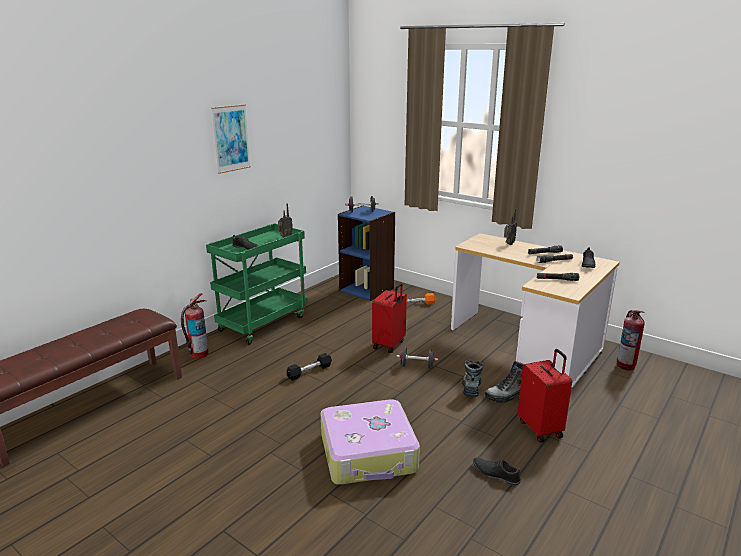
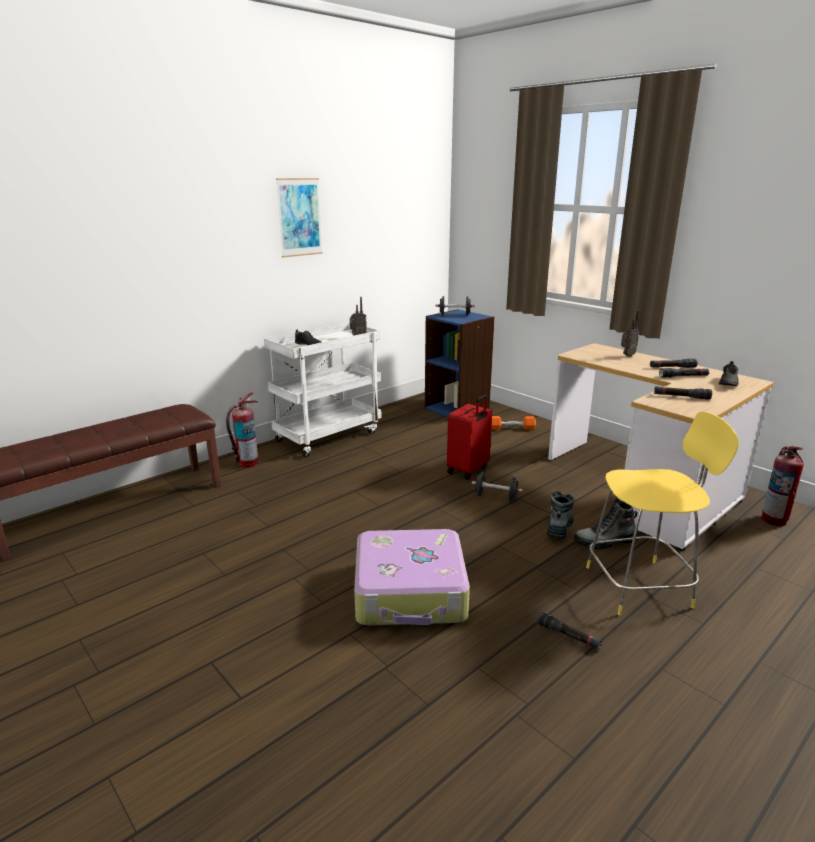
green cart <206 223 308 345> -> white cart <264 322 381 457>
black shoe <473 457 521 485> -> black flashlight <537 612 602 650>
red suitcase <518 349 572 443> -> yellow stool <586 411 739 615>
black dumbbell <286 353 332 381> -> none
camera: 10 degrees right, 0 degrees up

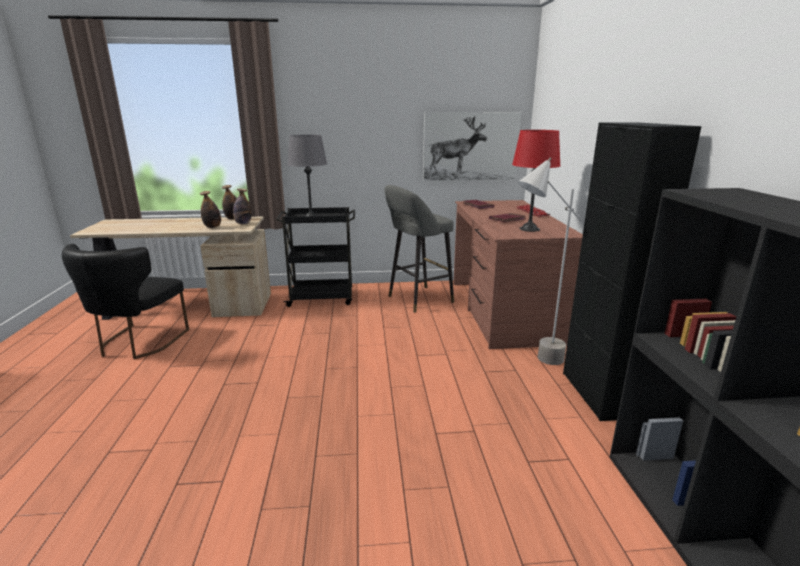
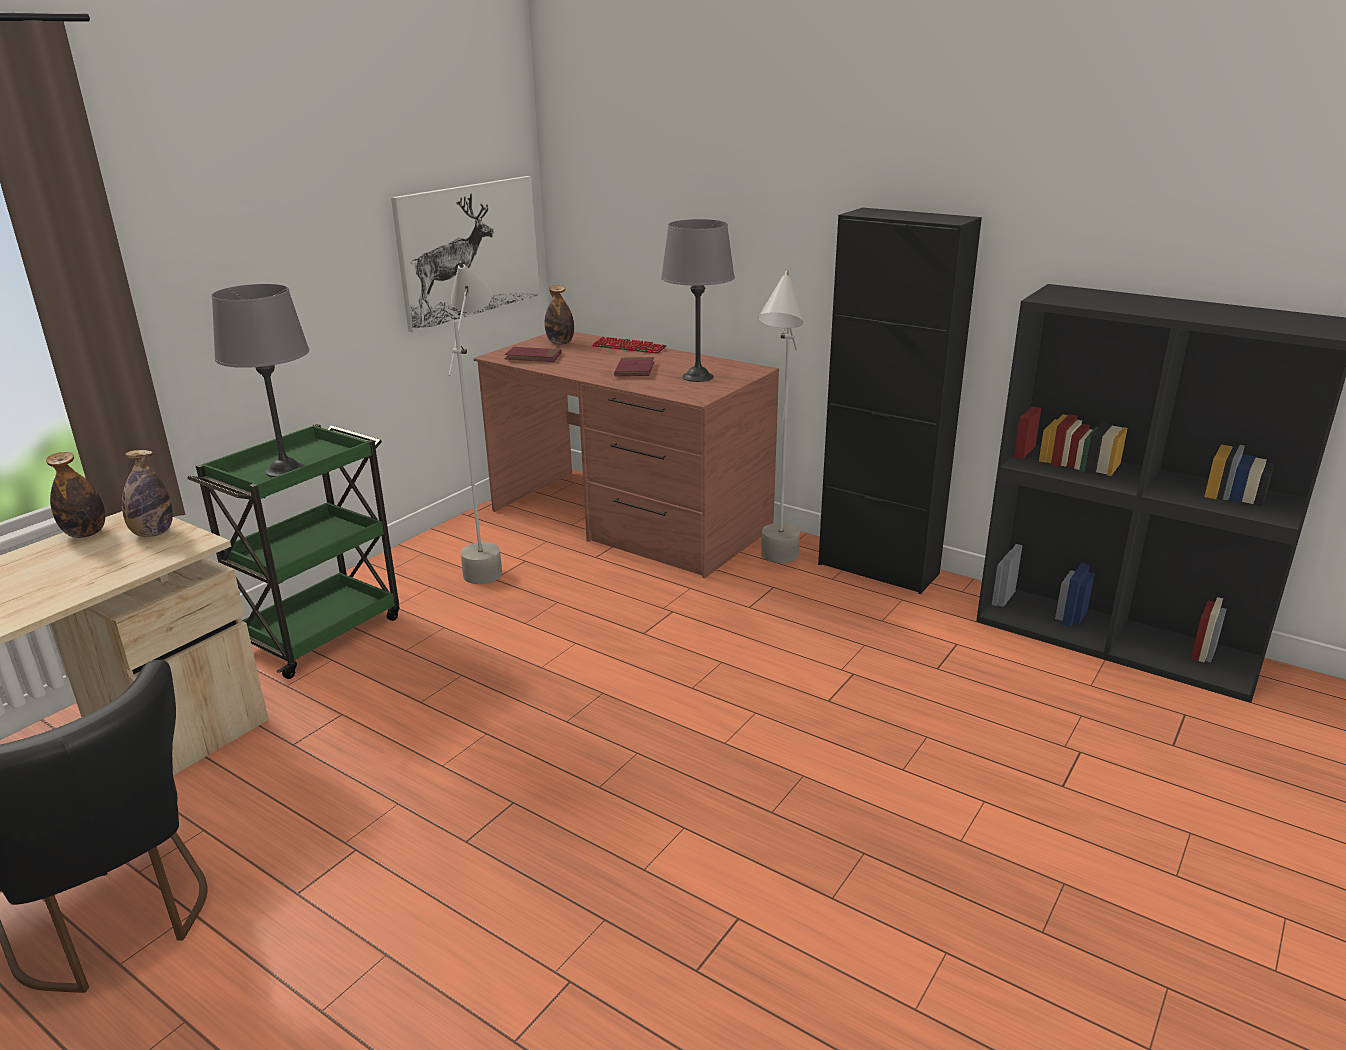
black cart <276 207 355 307> -> green cart <187 424 400 679>
grey stool <385 185 454 313> -> grey floor lamp <449 261 502 584>
bottle <200 191 221 228> -> bottle <545 286 574 345>, move
red table lamp <512 130 561 232> -> grey table lamp <661 219 735 382>
camera: 50 degrees left, 5 degrees up

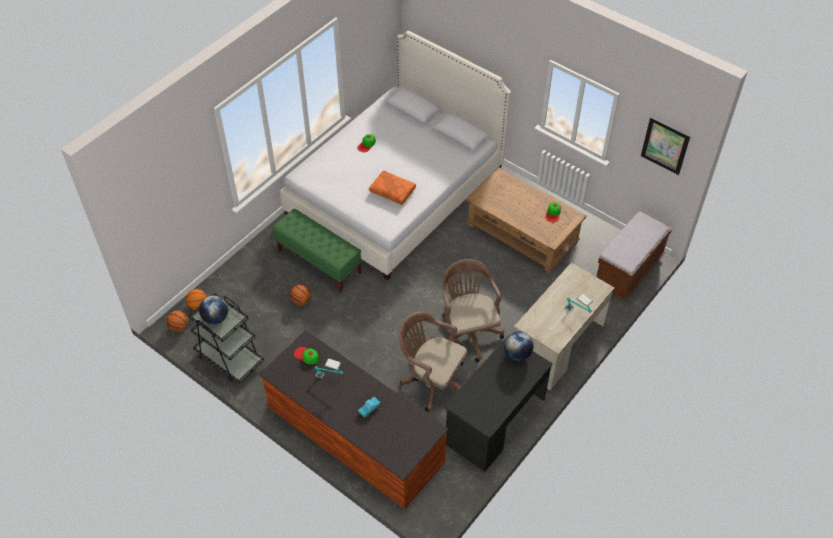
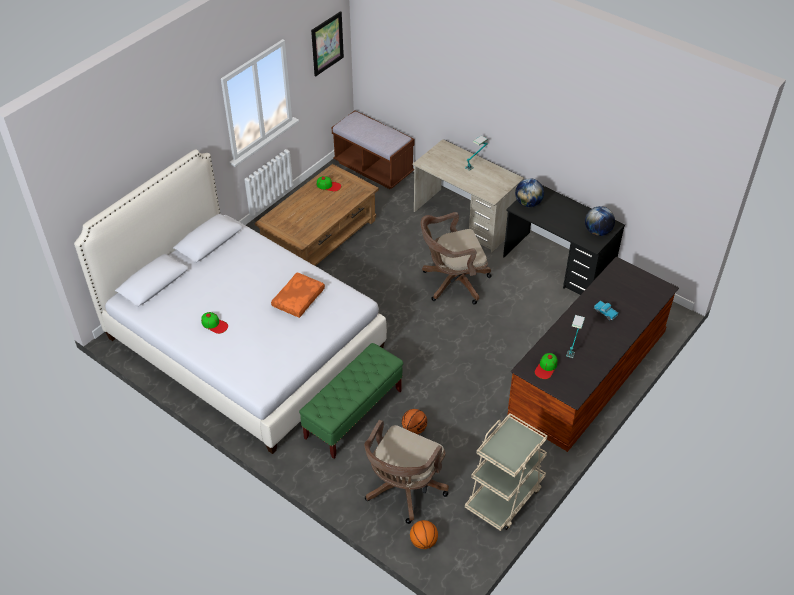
brown office chair <399 312 467 412> -> brown office chair <364 420 449 524>, move
black cart <189 293 264 383> -> beige cart <465 413 547 531>
globe <199 296 228 324> -> globe <585 206 615 236>, move
basketball <166 310 188 332> -> none
camera: 90 degrees left, 5 degrees down

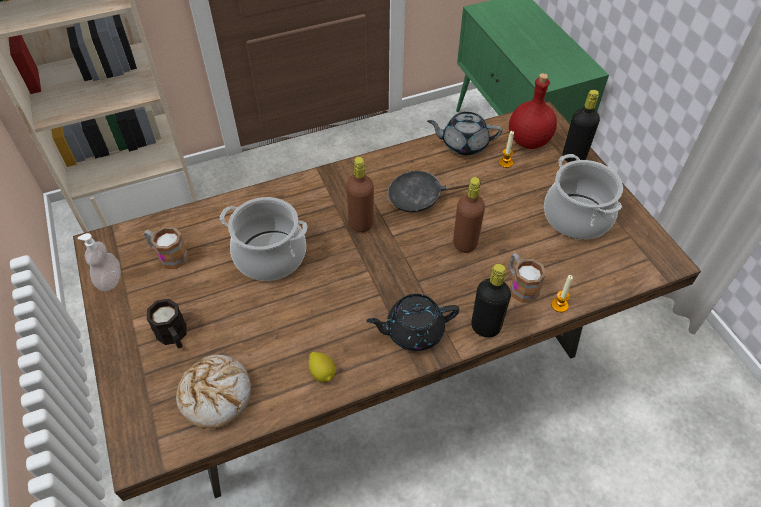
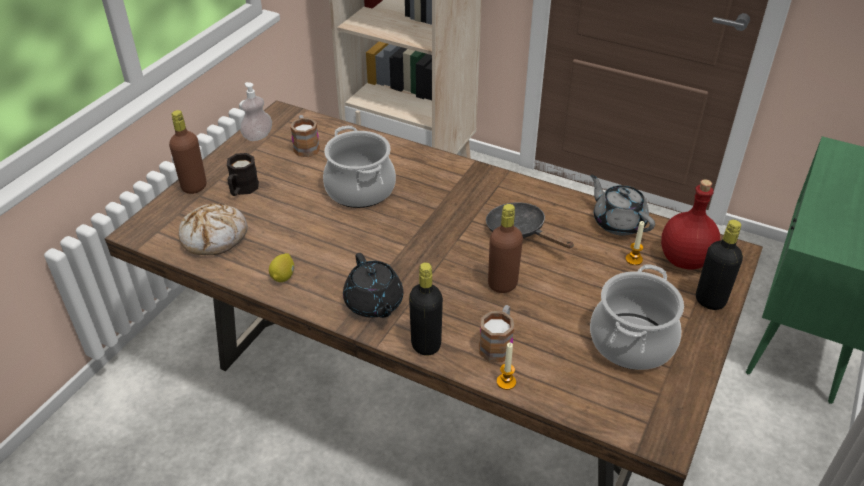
brown bottle <346 157 374 233> -> brown bottle <169 110 206 194>, move
black teapot <366 294 459 351> -> black teapot <343 253 403 318>, 150 degrees counterclockwise
camera: 50 degrees right, 10 degrees down

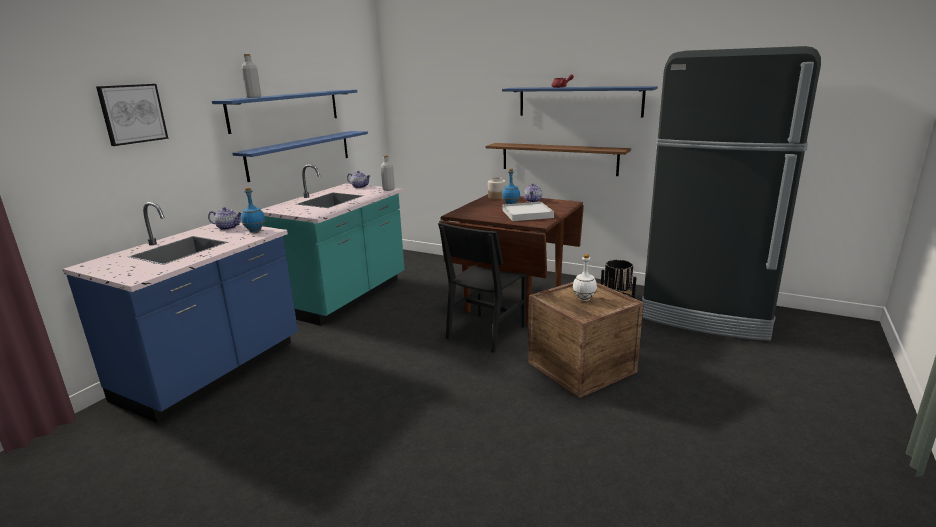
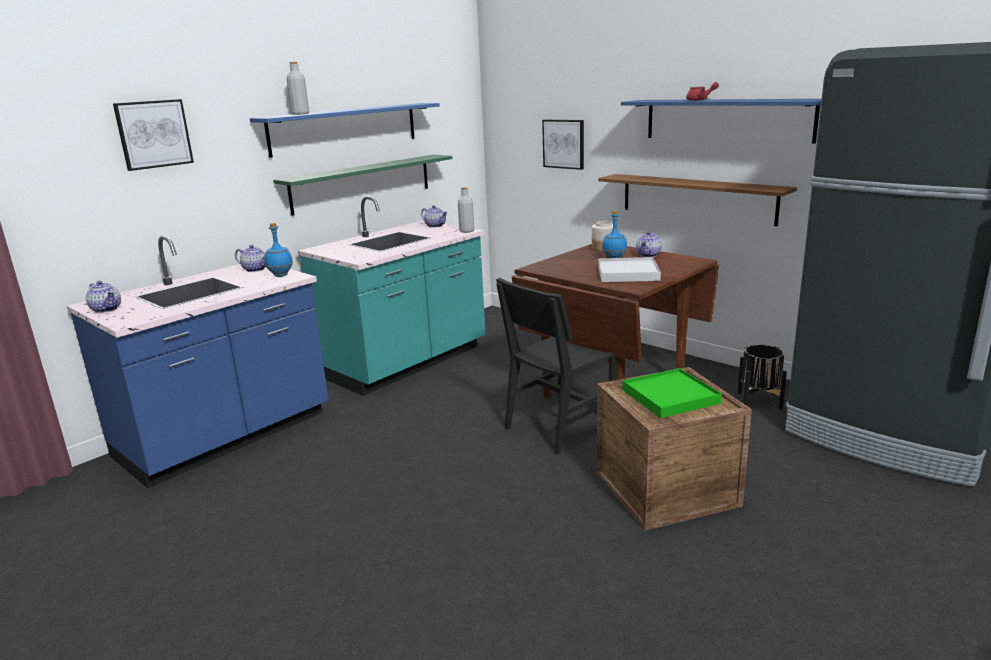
none -> teapot <86 281 121 313>
blue shelf <232 131 368 182> -> green shelf <273 155 453 216>
none -> picture <542 120 584 170>
white bottle <573 254 597 301> -> green tray <622 368 722 418>
camera: 15 degrees right, 0 degrees up

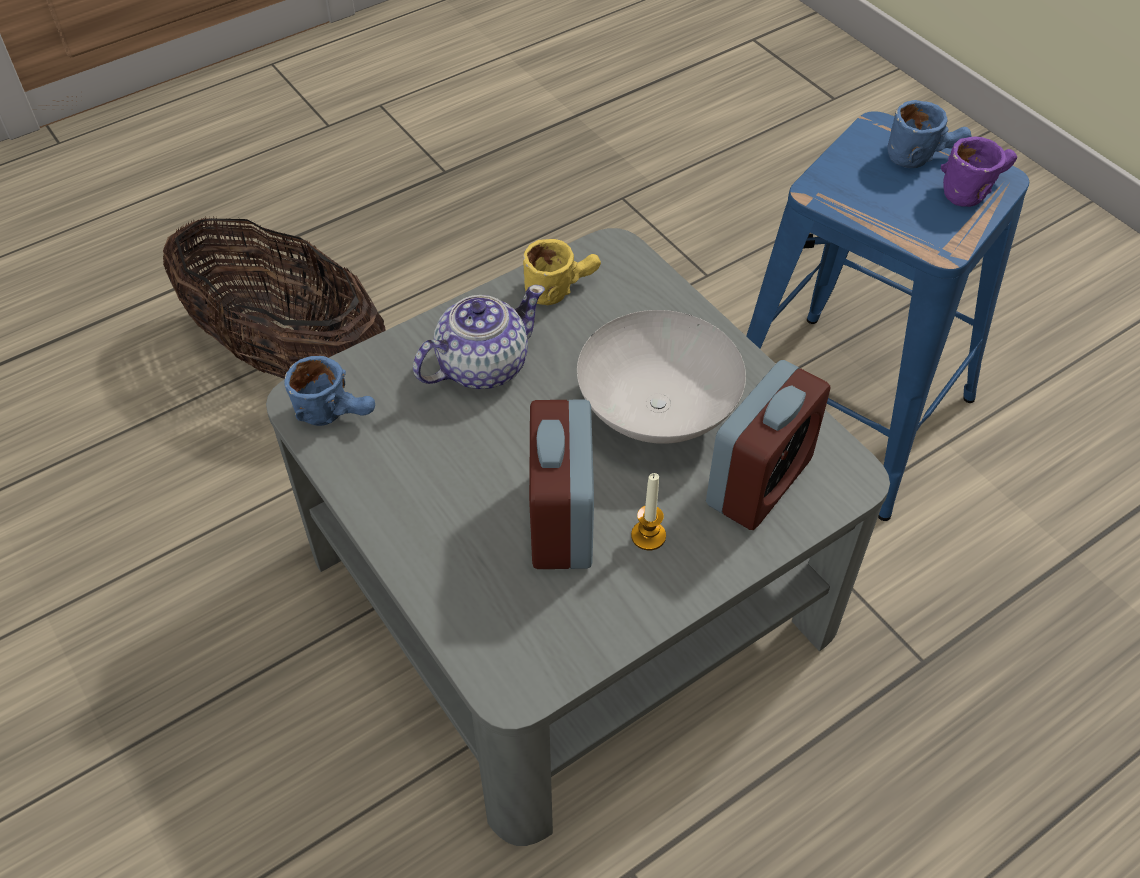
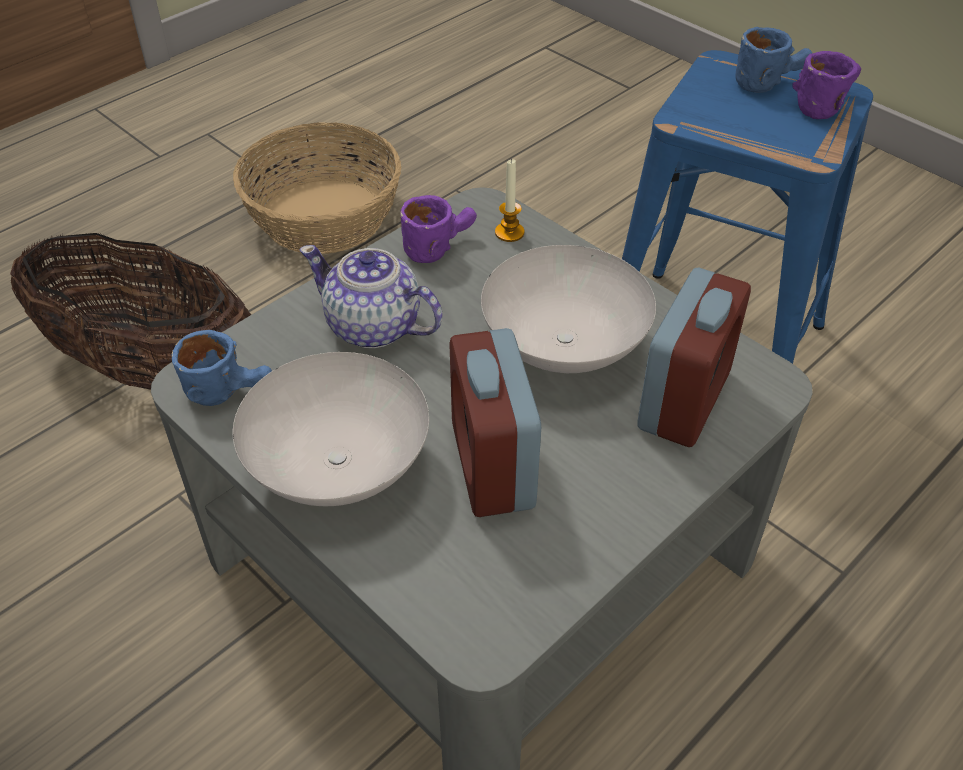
none -> basket <233 122 401 254>
none -> white bowl <233 352 429 506>
teapot <413 285 545 389> -> teapot <299 245 443 348>, 105 degrees counterclockwise
yellow mug <523 239 601 305> -> purple mug <400 195 477 263>
candle <631 473 666 550> -> candle <495 158 524 242>, move
camera: 10 degrees left, 5 degrees down

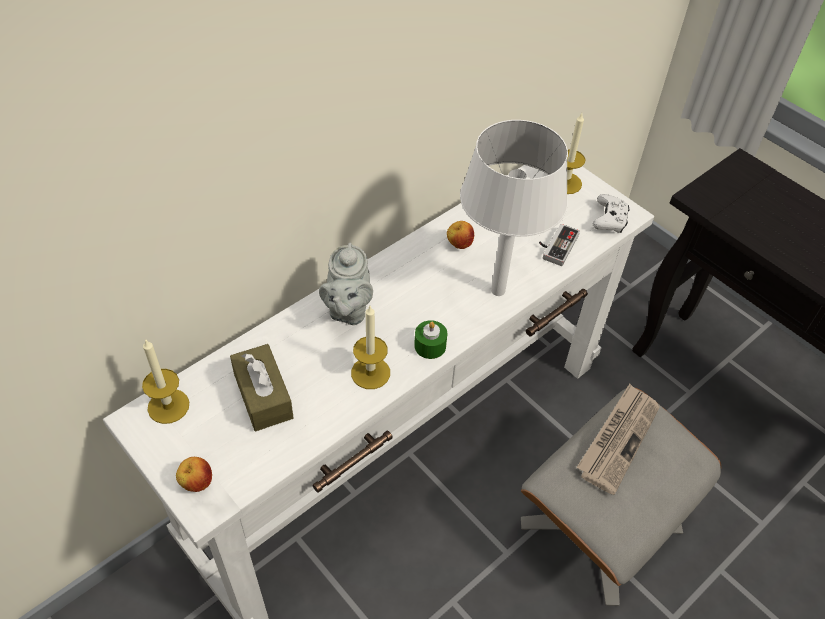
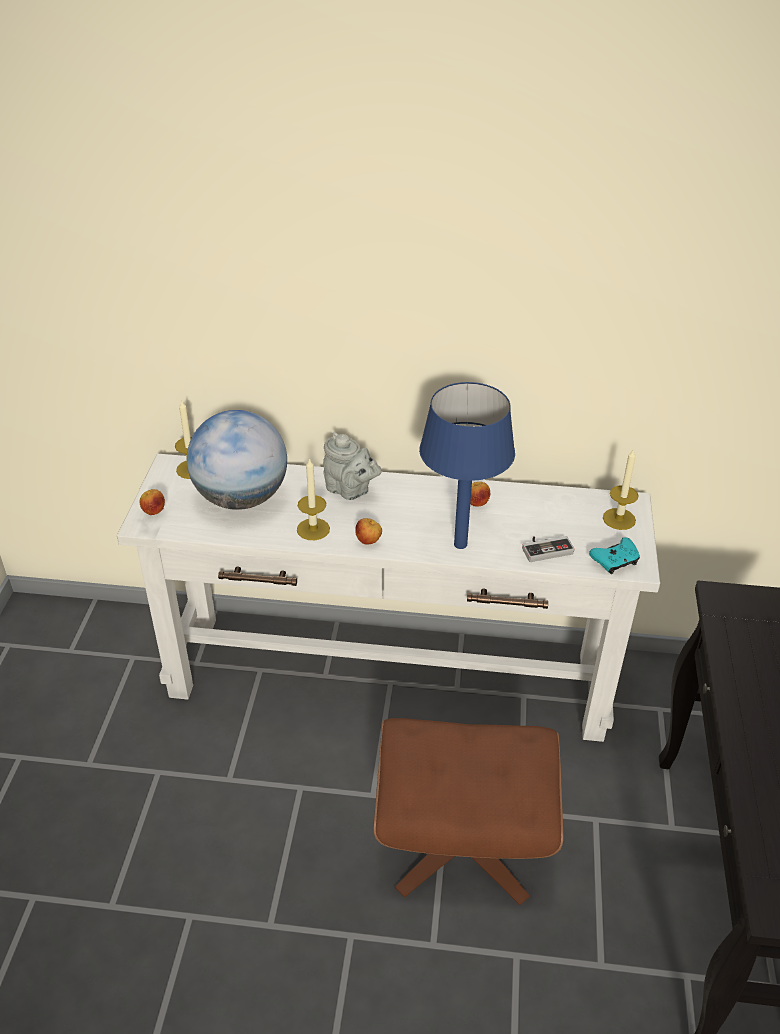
brown tissue box <230 344 294 431> -> globe <187 410 287 510>
grey teapot <319 243 373 325> -> grey teapot <323 432 382 500>, 105 degrees counterclockwise
green candle <414 320 448 359> -> apple <355 518 382 545>
grey ottoman <521 388 721 606> -> brown ottoman <373 718 563 905>
white table lamp <460 120 568 296> -> blue table lamp <419 382 515 549>
white game controller <592 194 630 233> -> turquoise game controller <589 537 640 574>
newspaper <577 384 660 495> -> none
camera: 50 degrees right, 10 degrees down

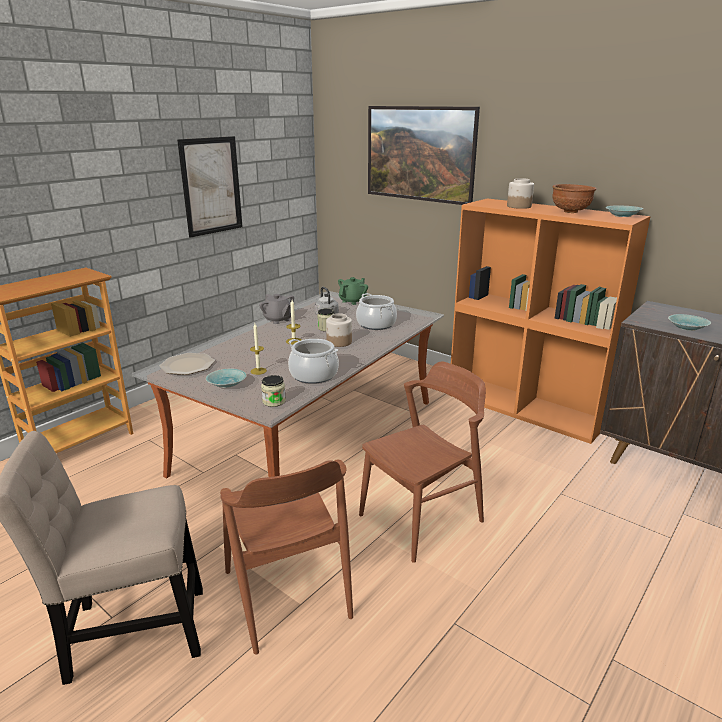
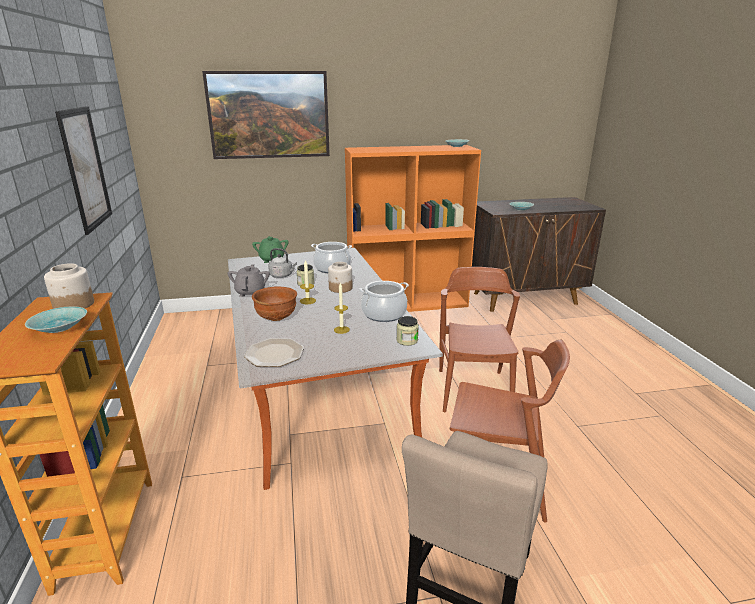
turquoise bowl <206 369 247 388> -> turquoise bowl <25 306 87 333>, move
jar <507 178 534 209> -> jar <44 263 94 309>, move
grey teapot <259 294 294 324> -> grey teapot <227 264 270 297>, 90 degrees counterclockwise
brown bowl <552 184 597 213> -> brown bowl <252 286 297 321>, move
camera: 50 degrees left, 0 degrees up

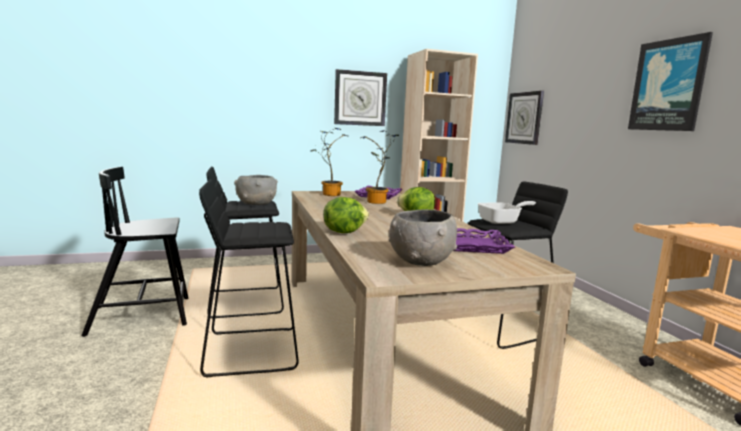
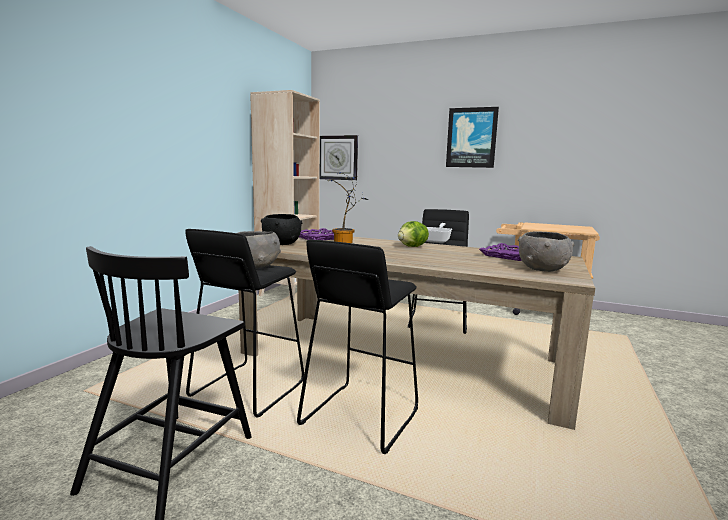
potted plant <311 128 348 196> -> black bowl <261 214 303 245>
lettuce <323 197 369 233> -> none
wall clock <334 69 387 126> -> none
camera: 50 degrees left, 0 degrees up

